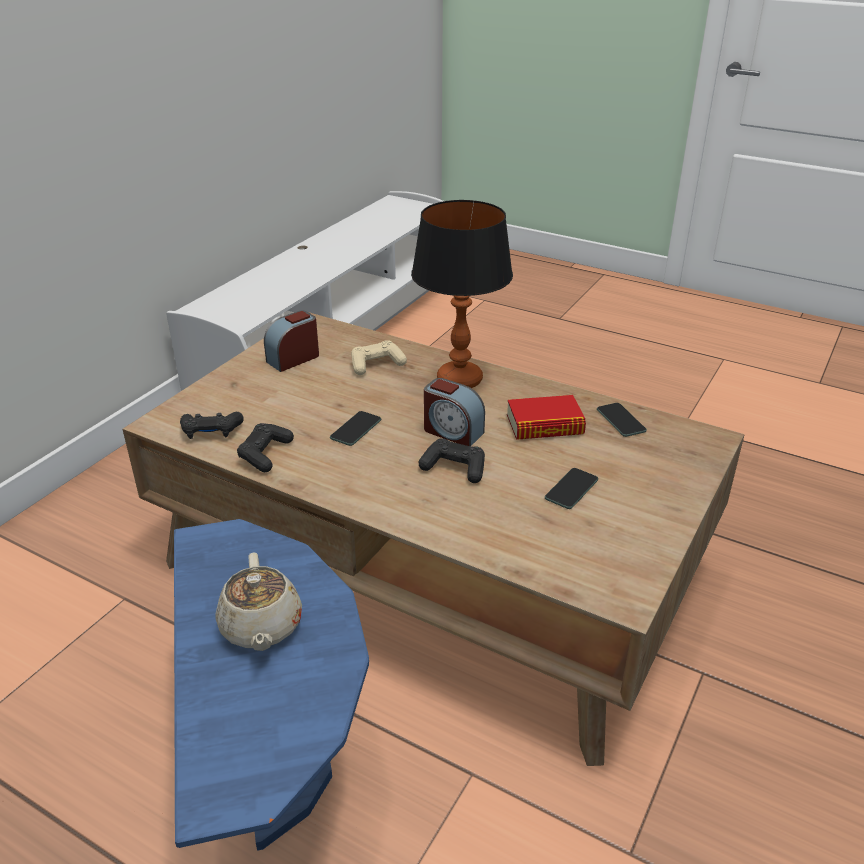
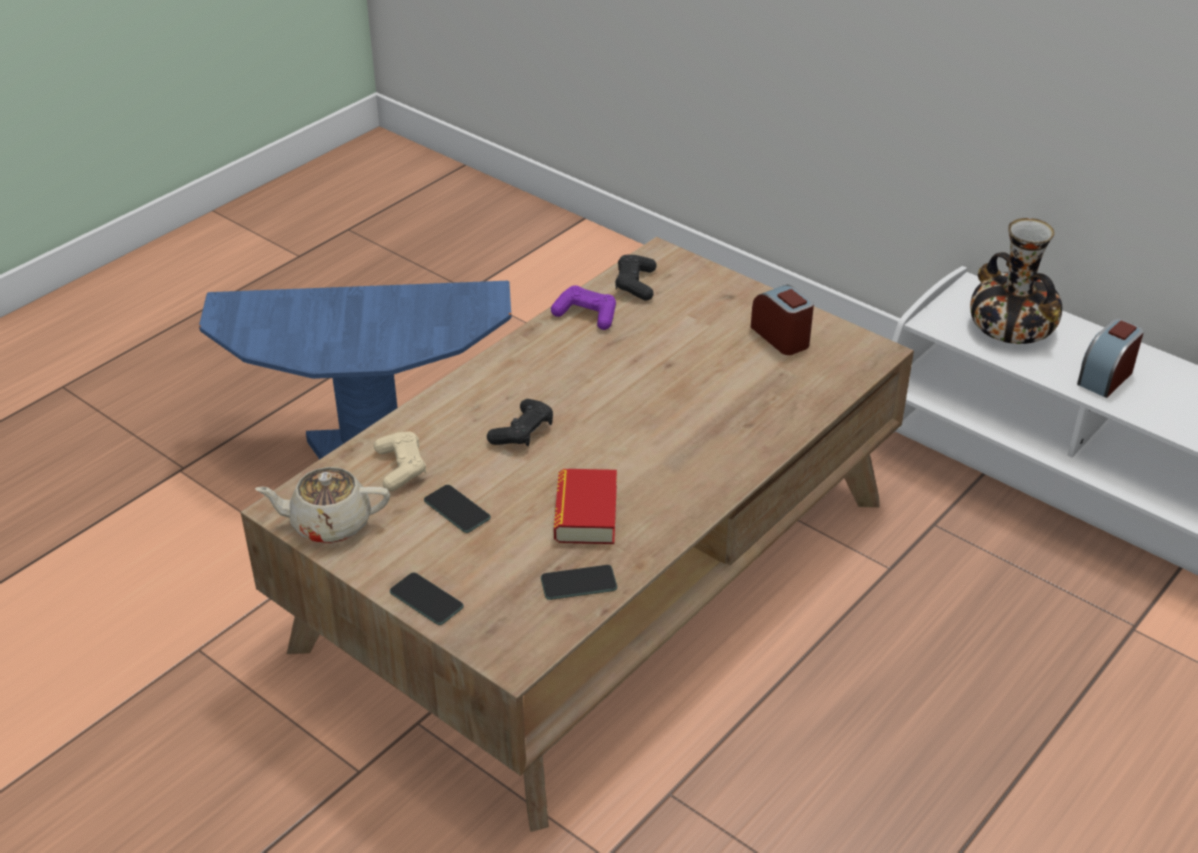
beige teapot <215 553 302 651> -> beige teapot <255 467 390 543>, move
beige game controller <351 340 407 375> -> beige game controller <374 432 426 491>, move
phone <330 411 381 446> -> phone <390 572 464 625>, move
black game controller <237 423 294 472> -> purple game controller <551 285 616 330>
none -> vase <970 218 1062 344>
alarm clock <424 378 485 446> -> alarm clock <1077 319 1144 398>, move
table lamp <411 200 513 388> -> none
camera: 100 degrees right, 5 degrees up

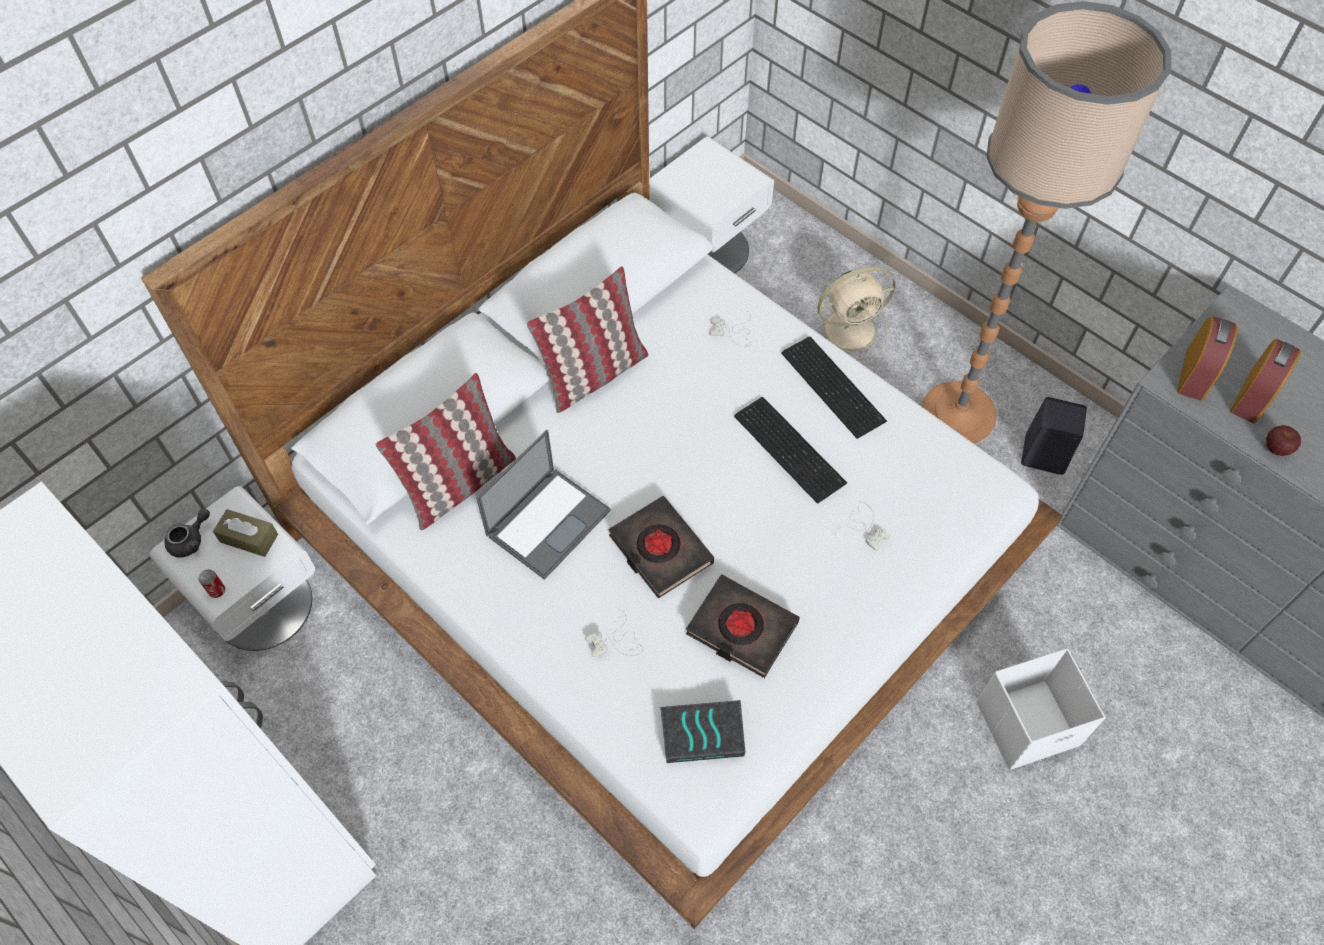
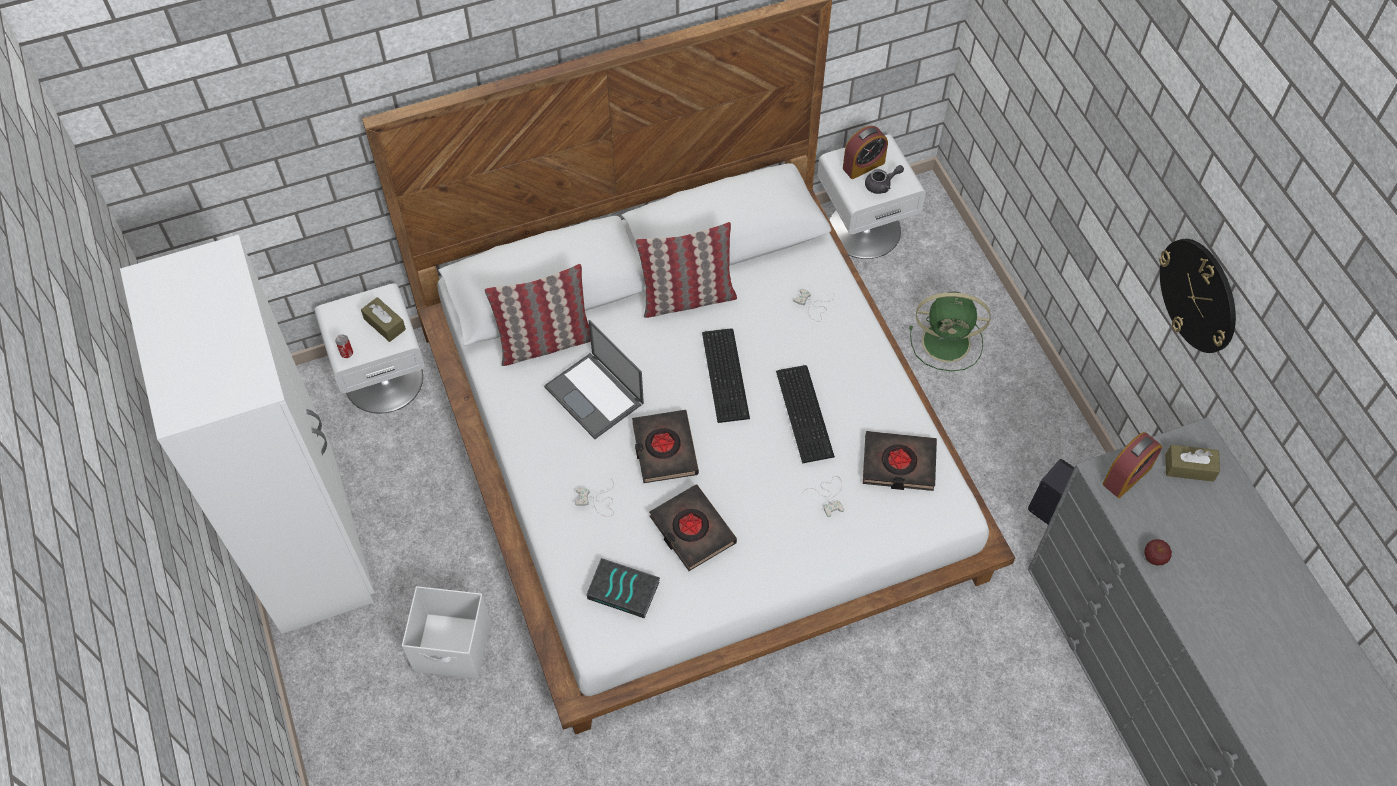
white storage box <976 648 1106 770> -> white storage box <402 586 490 679>, move
laptop <476 430 611 580> -> laptop <544 320 644 439>, 75 degrees clockwise
keyboard <781 337 887 439> -> keyboard <702 328 750 423>, move
alarm clock <1230 339 1301 423> -> alarm clock <843 126 888 179>, move
none -> black book <863 431 937 491>
grey teapot <164 509 210 558> -> grey teapot <865 165 904 194>, move
beige fan <809 267 896 360> -> green fan <909 291 991 371>
none -> wall clock <1159 239 1236 353>
none -> brown tissue box <1165 445 1220 482>
floor lamp <922 1 1171 444> -> none
camera: 25 degrees right, 0 degrees up

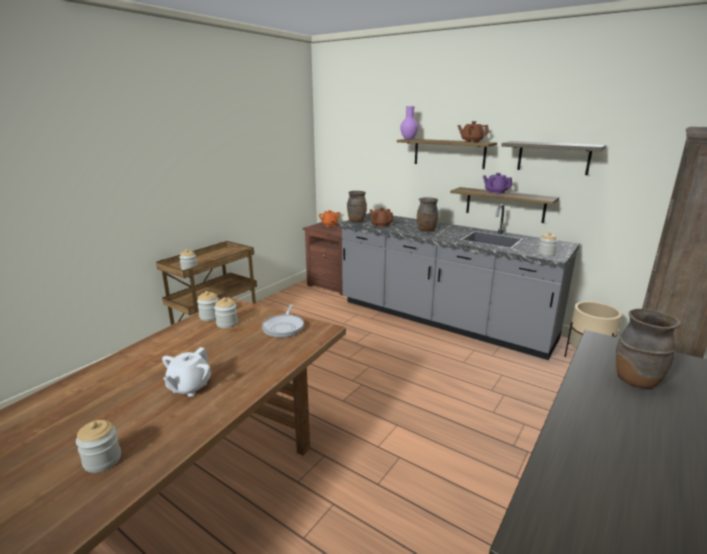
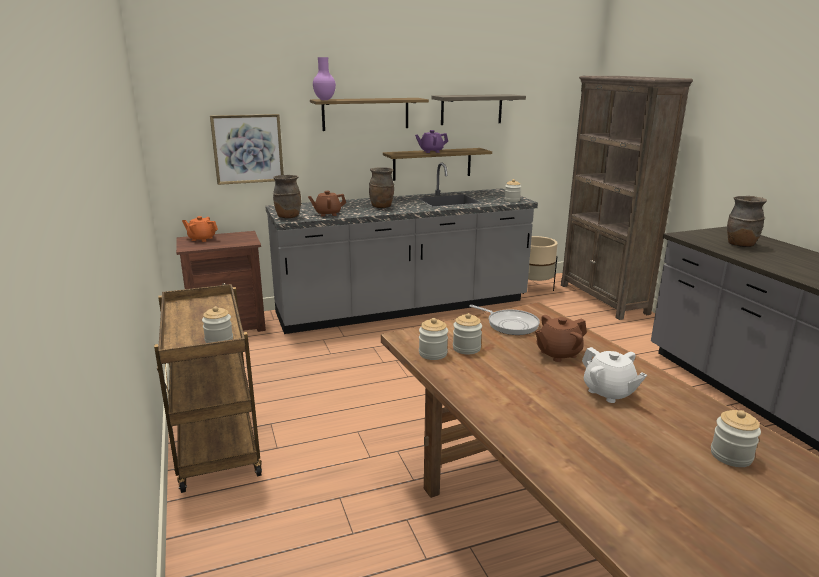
none -> picture <210 114 284 185>
brown teapot <457 121 489 143> -> brown teapot <535 315 587 362>, move
camera: 55 degrees left, 0 degrees up

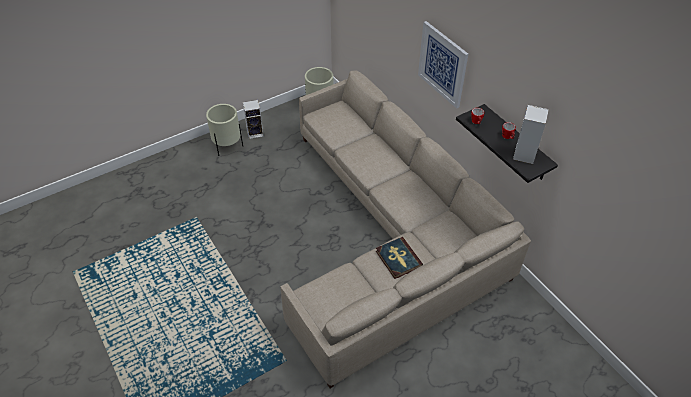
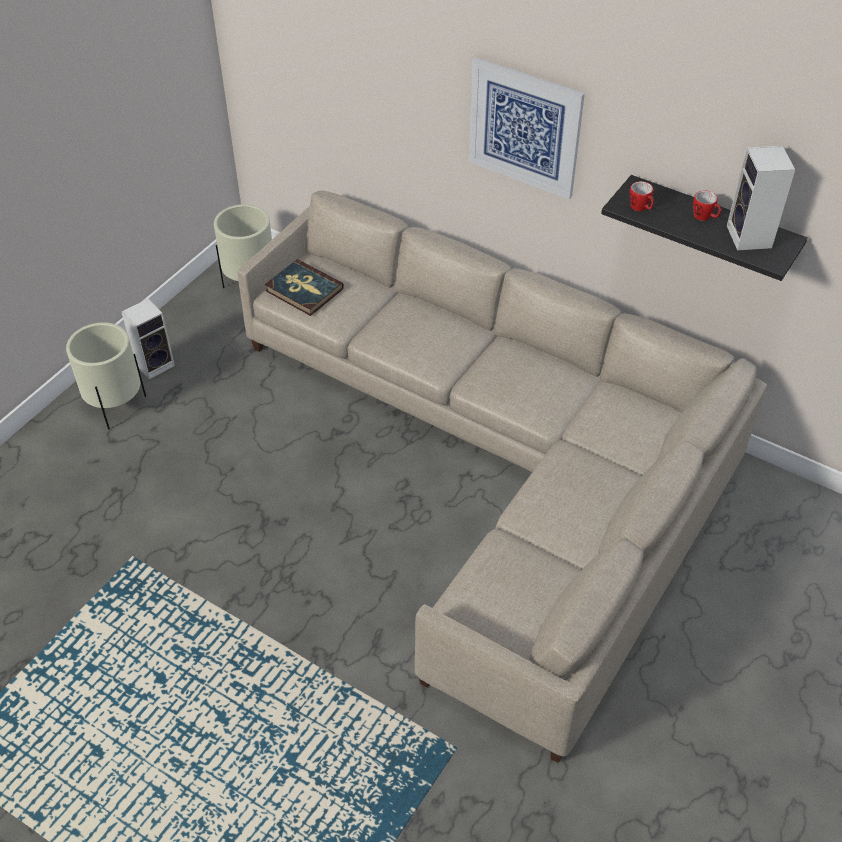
book <376 237 423 279> -> book <265 259 344 316>, move
camera: 25 degrees left, 0 degrees up

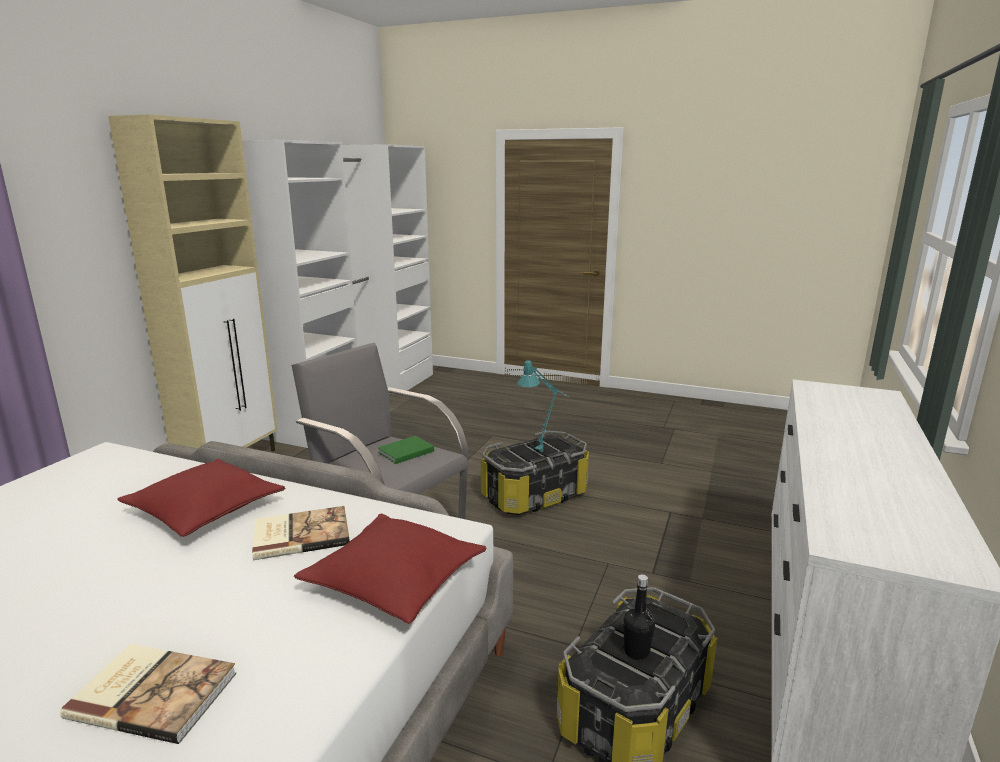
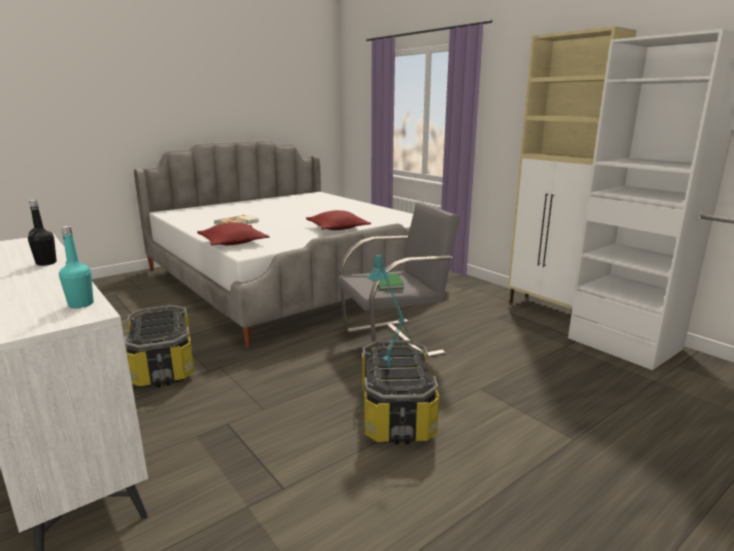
black bottle <623 574 655 660> -> black bottle <28 200 57 266>, move
none -> turquoise bottle <59 226 94 308>
book <252 506 350 560> -> none
camera: 120 degrees right, 0 degrees up

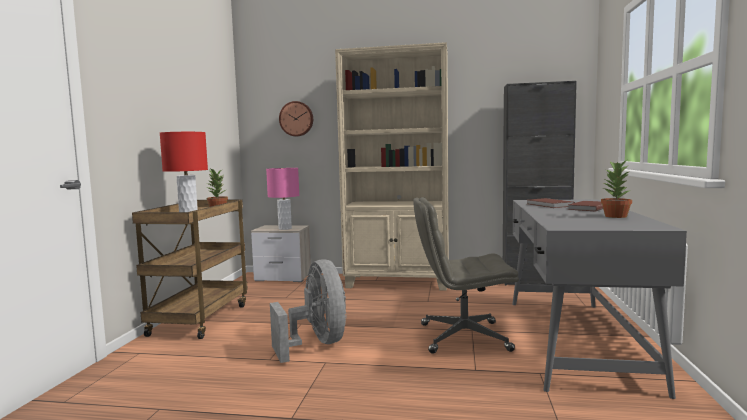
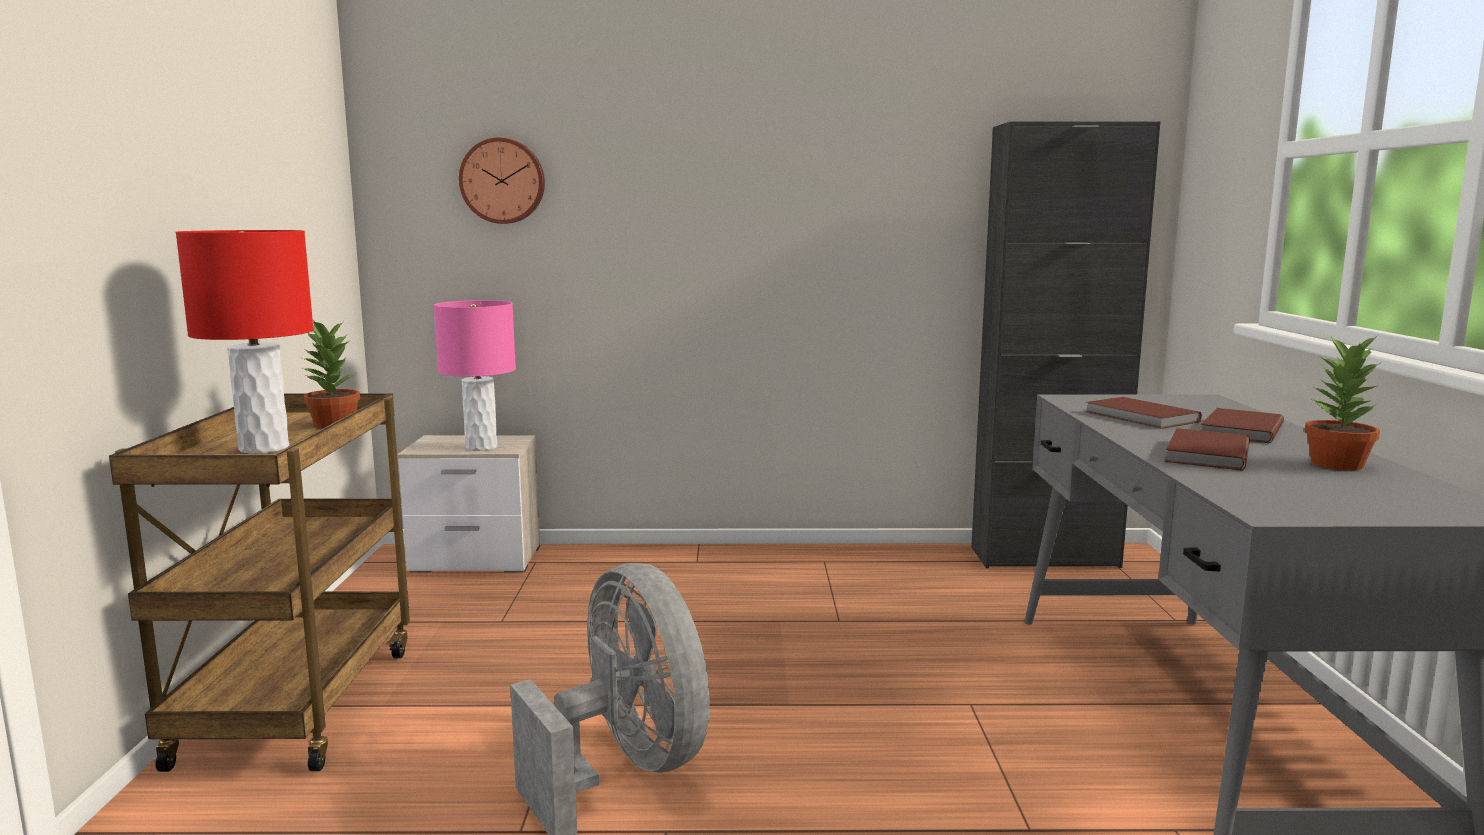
none -> brown book <1165 428 1250 470>
beige bookcase <335 42 449 291> -> none
grey office chair <413 197 519 354> -> none
camera: 10 degrees left, 5 degrees up

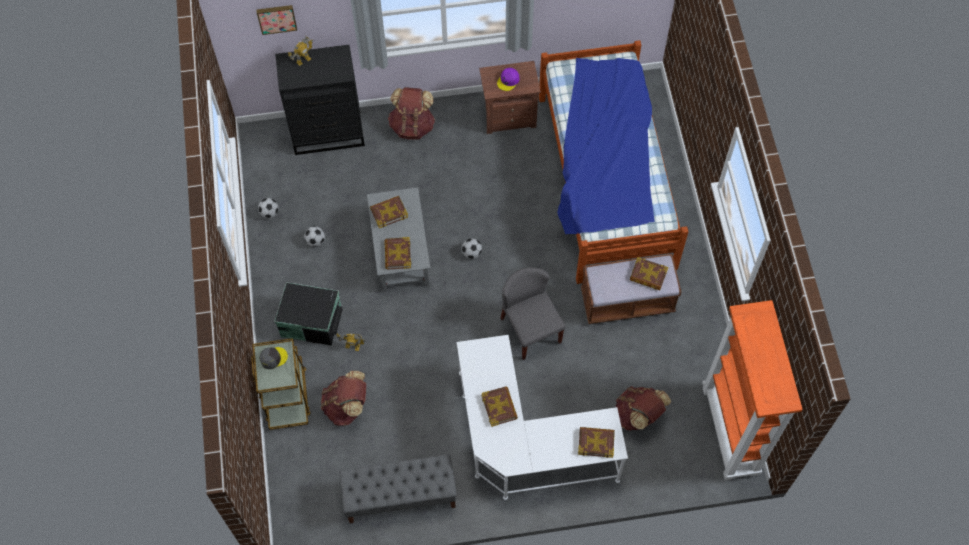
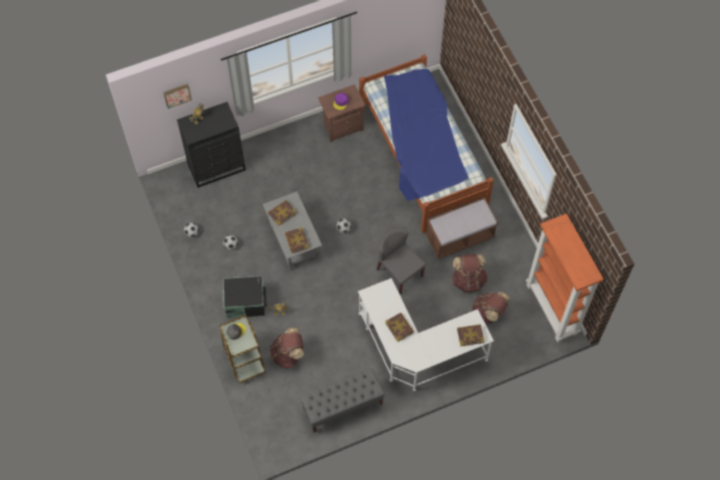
brown backpack <388 87 435 140> -> brown backpack <452 254 488 293>, move
book <630 257 669 290> -> none
camera: 15 degrees left, 0 degrees up

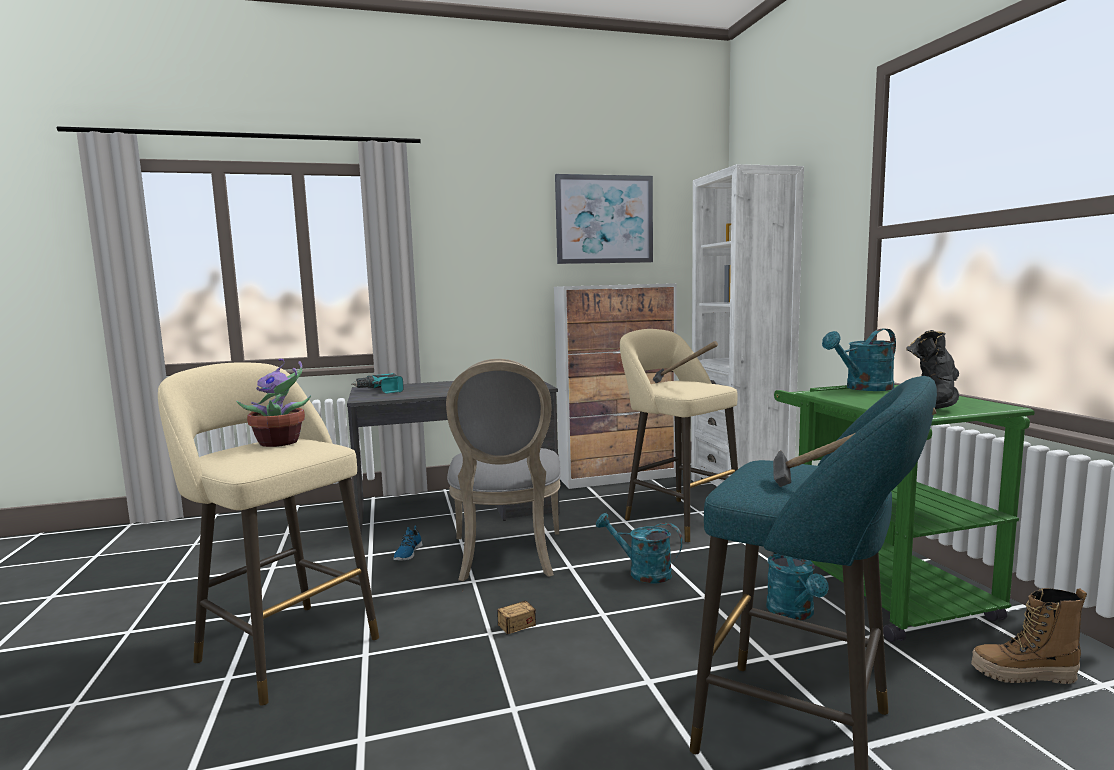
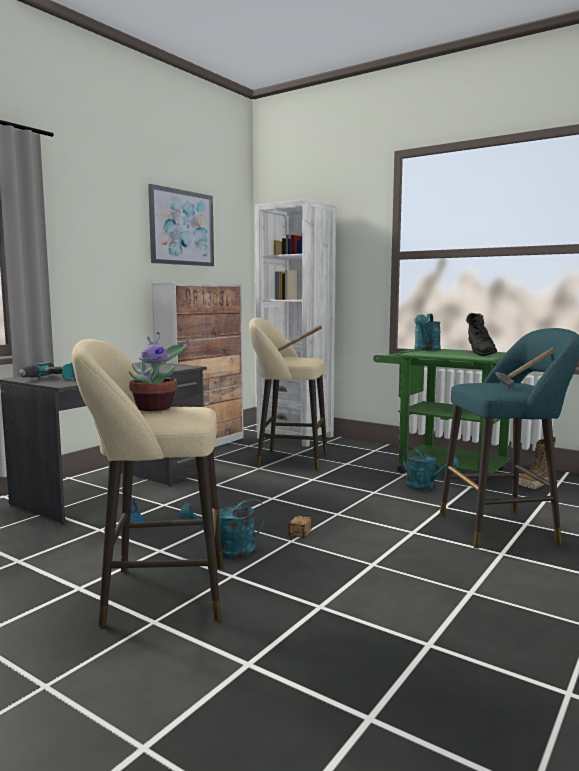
turquoise watering can <596 513 683 584> -> turquoise watering can <179 499 266 559>, move
grey chair <446 359 561 581> -> none
camera: 40 degrees left, 0 degrees up

